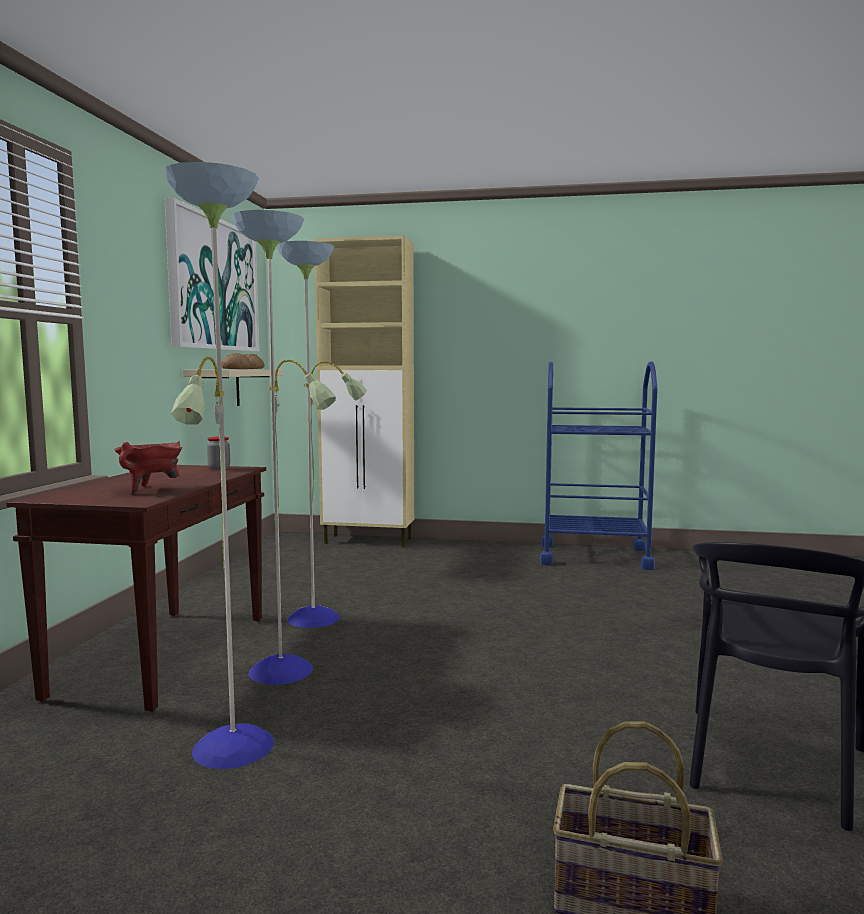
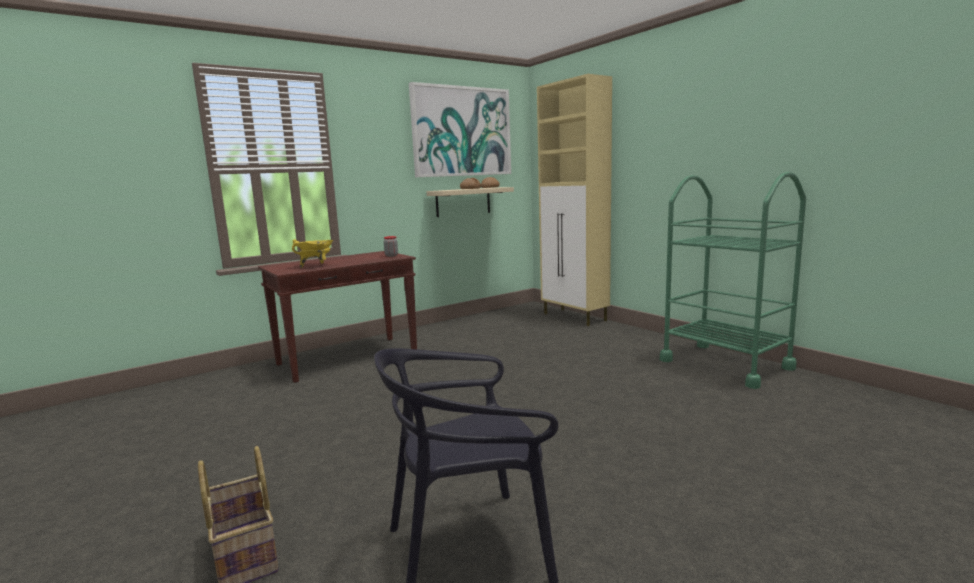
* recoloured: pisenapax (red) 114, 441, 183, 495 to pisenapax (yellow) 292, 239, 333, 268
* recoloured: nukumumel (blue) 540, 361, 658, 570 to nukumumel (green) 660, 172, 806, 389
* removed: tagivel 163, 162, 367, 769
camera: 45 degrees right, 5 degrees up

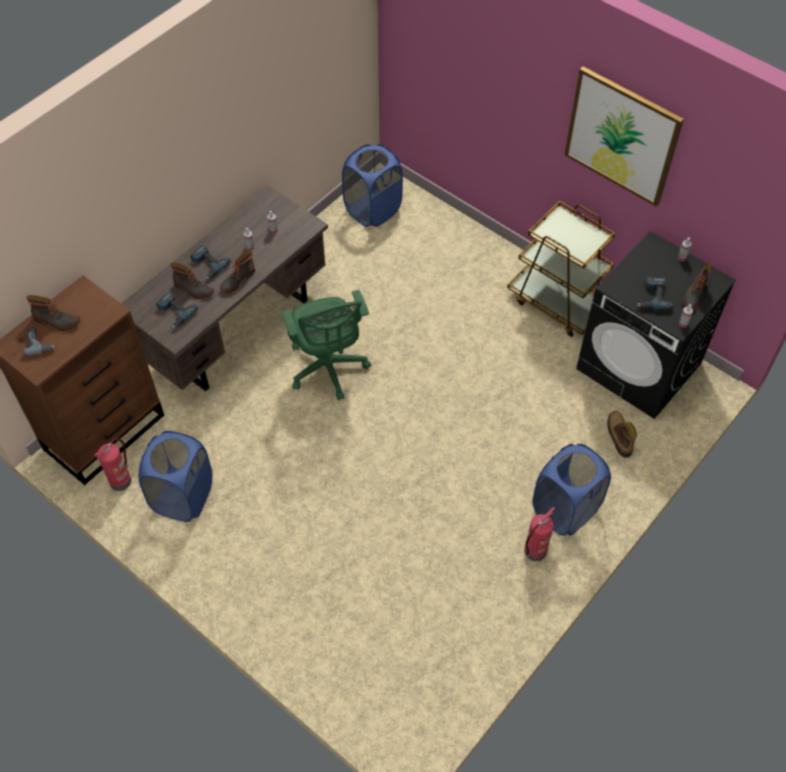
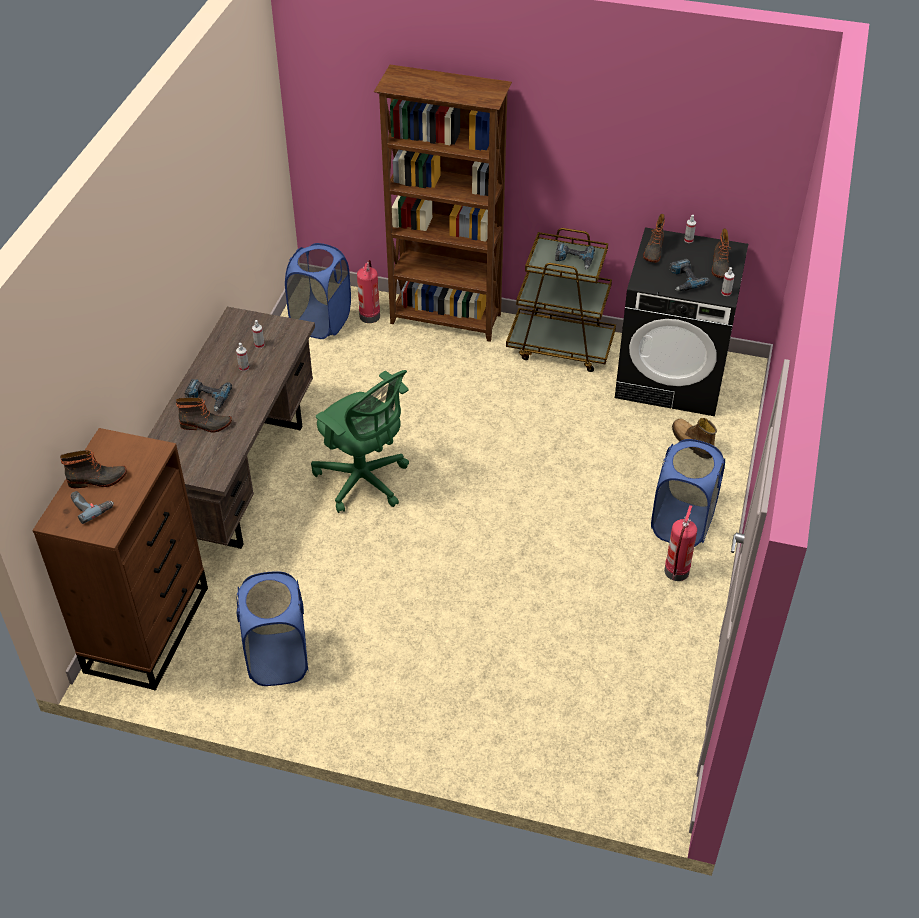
* moved: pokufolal 95, 438, 131, 491 to 357, 260, 380, 323
* added: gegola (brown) 374, 65, 512, 342
* moved: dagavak 156, 292, 198, 329 to 555, 243, 595, 270
* moved: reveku 220, 250, 255, 293 to 643, 214, 665, 263
* removed: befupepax 565, 67, 684, 207
camera: 25 degrees left, 10 degrees down

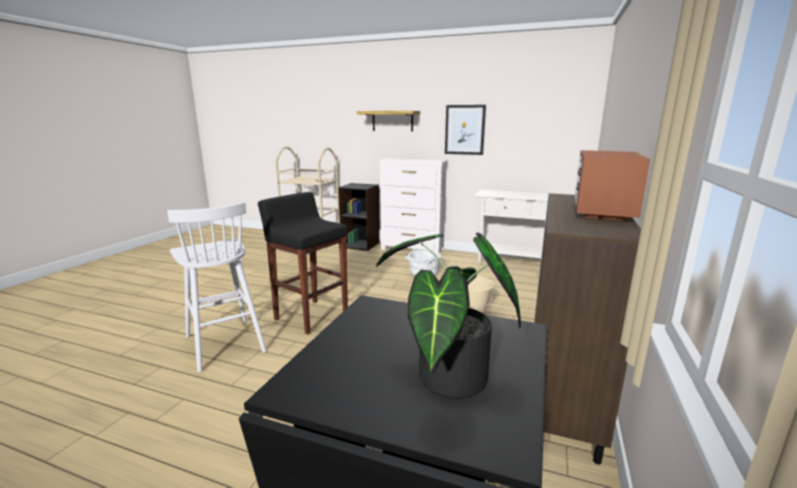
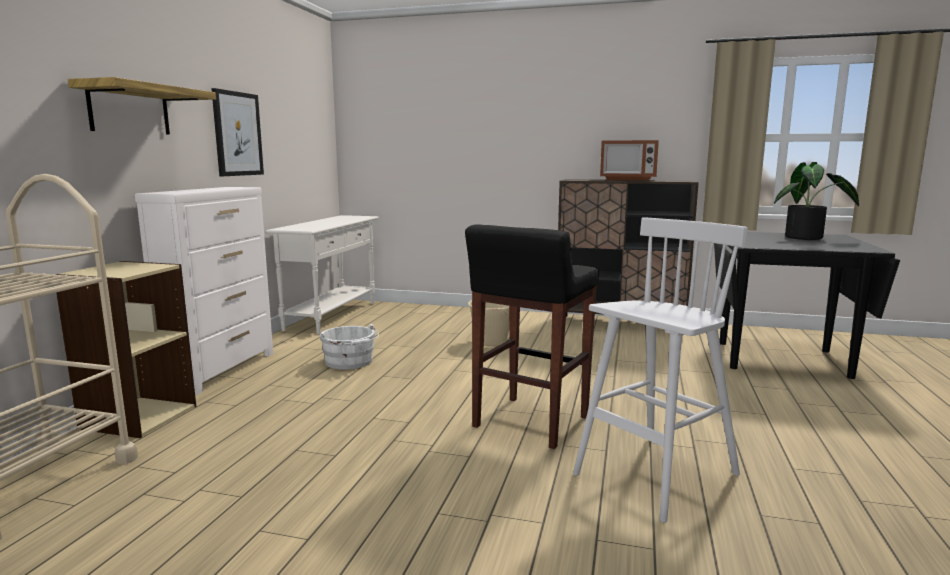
* recoloured: gegola (black) 338, 183, 380, 251 to gegola (beige) 56, 261, 196, 438
camera: 95 degrees left, 5 degrees down

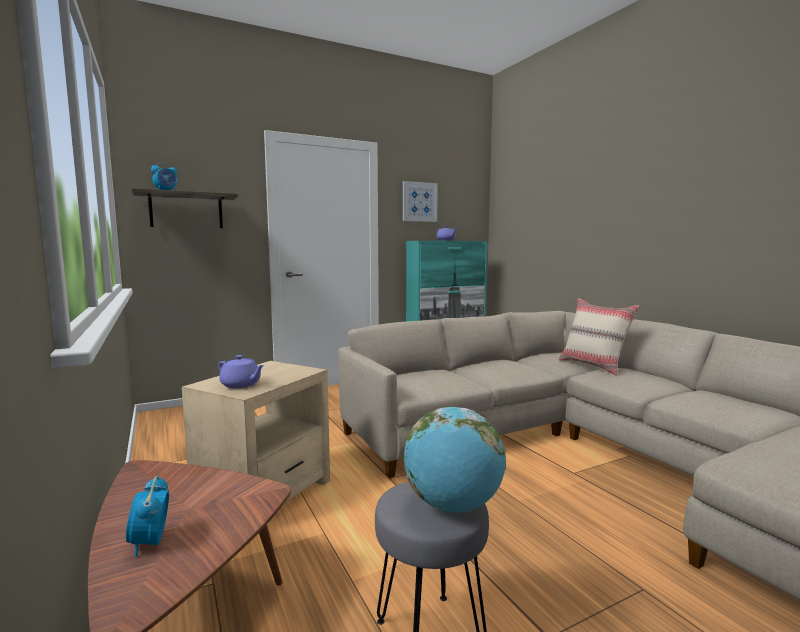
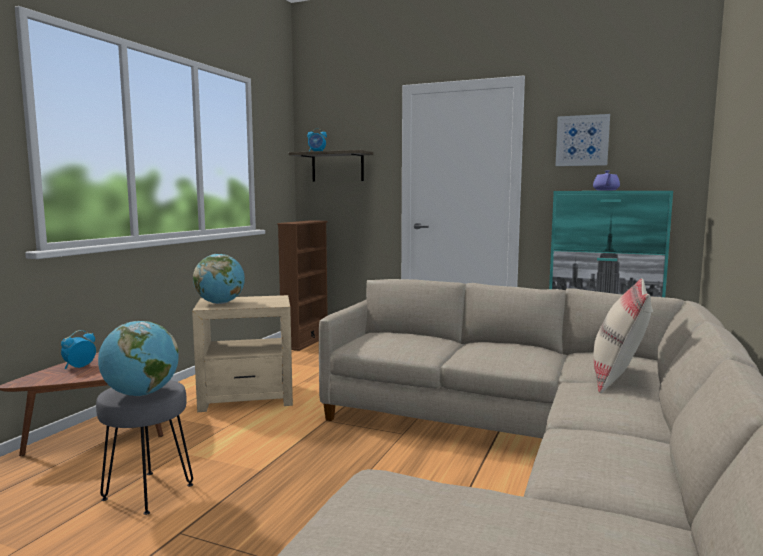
* replaced: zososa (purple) 218, 355, 265, 388 to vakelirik 193, 254, 245, 304
* added: gegola (brown) 277, 220, 328, 351
camera: 50 degrees right, 0 degrees up

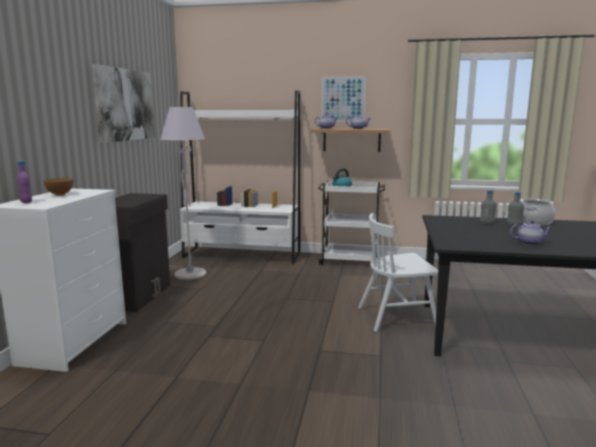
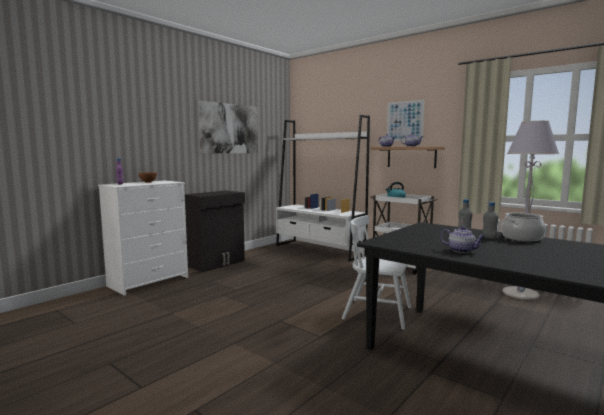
* moved: tagivel (grey) 160, 107, 206, 280 to 502, 121, 559, 300
camera: 30 degrees right, 5 degrees down

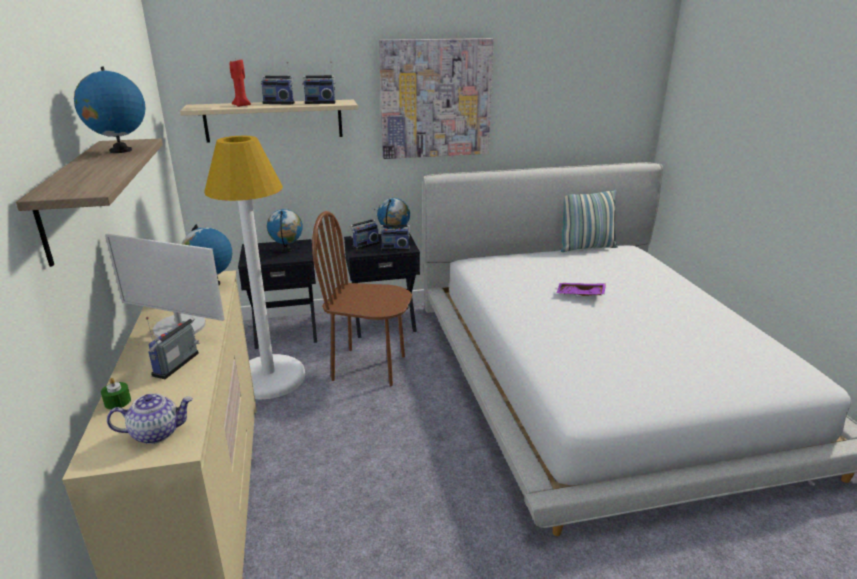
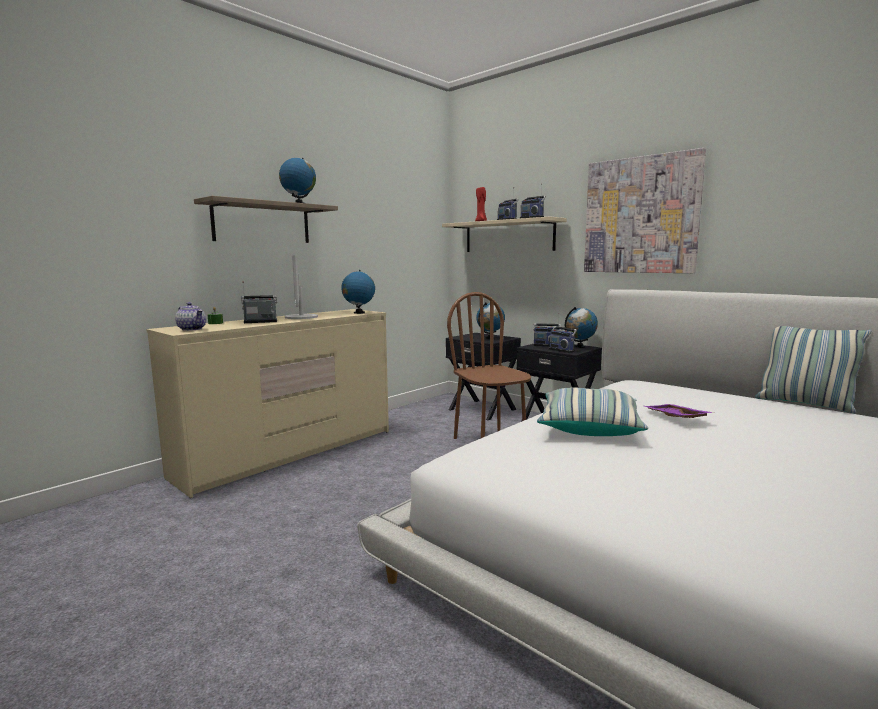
* added: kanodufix 537, 387, 648, 436
* removed: tagivel (white) 204, 136, 305, 400
camera: 55 degrees right, 15 degrees down

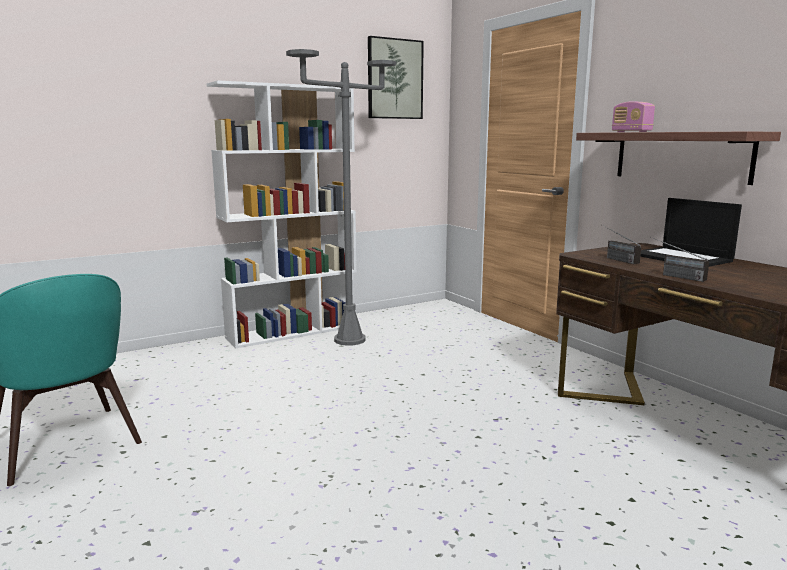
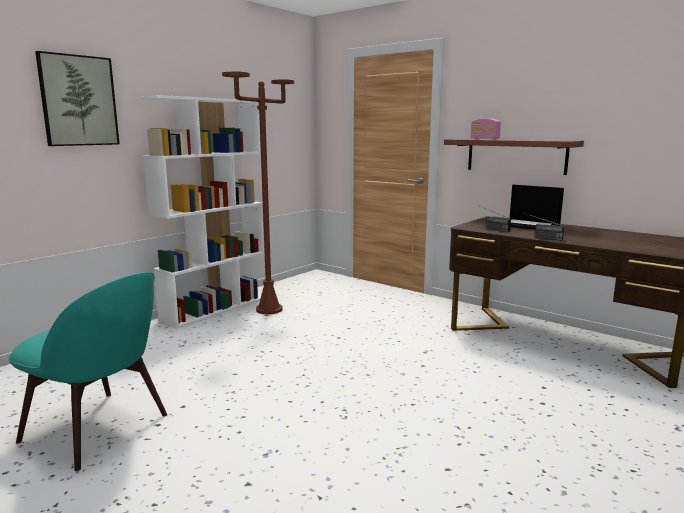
* moved: befupepax 368, 36, 424, 119 to 35, 51, 120, 146
* recoloured: tagivel (grey) 286, 49, 396, 346 to tagivel (brown) 222, 72, 294, 314
camera: 20 degrees left, 0 degrees up

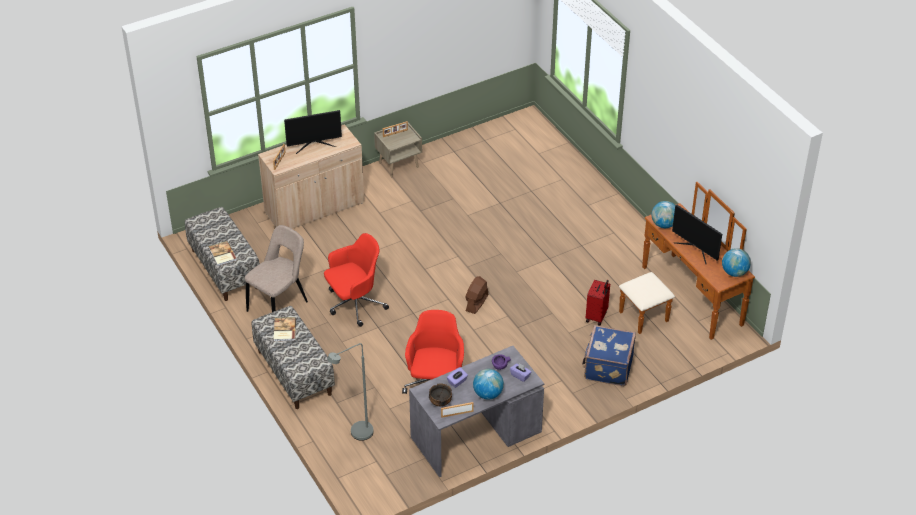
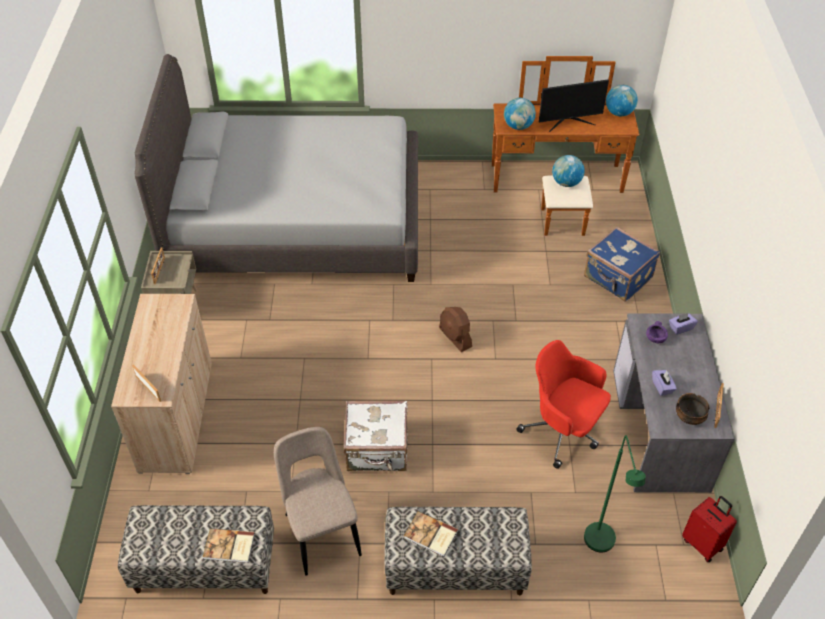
* added: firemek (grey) 135, 54, 418, 282
* replaced: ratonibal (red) 324, 233, 389, 327 to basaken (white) 343, 401, 407, 471
* moved: vakelirik 473, 369, 504, 399 to 552, 155, 585, 187
* recoloured: tagivel (grey) 327, 343, 374, 441 to tagivel (green) 584, 435, 646, 553
* moved: basaken (red) 586, 280, 610, 326 to 682, 496, 737, 562
* removed: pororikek 284, 110, 342, 154
camera: 60 degrees left, 5 degrees up

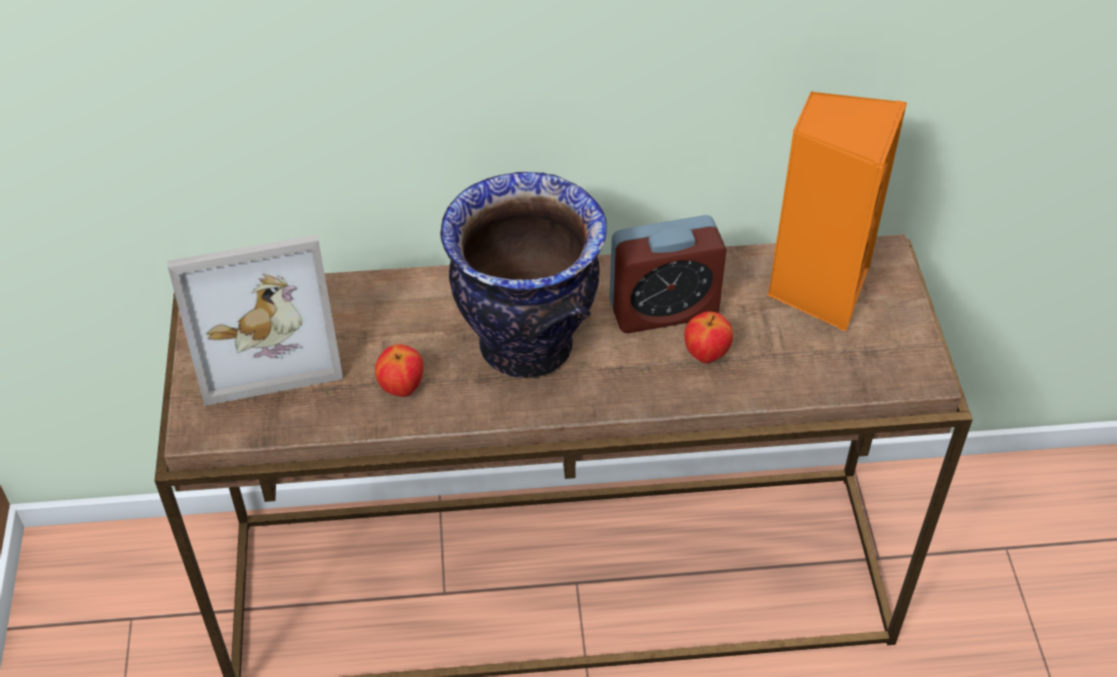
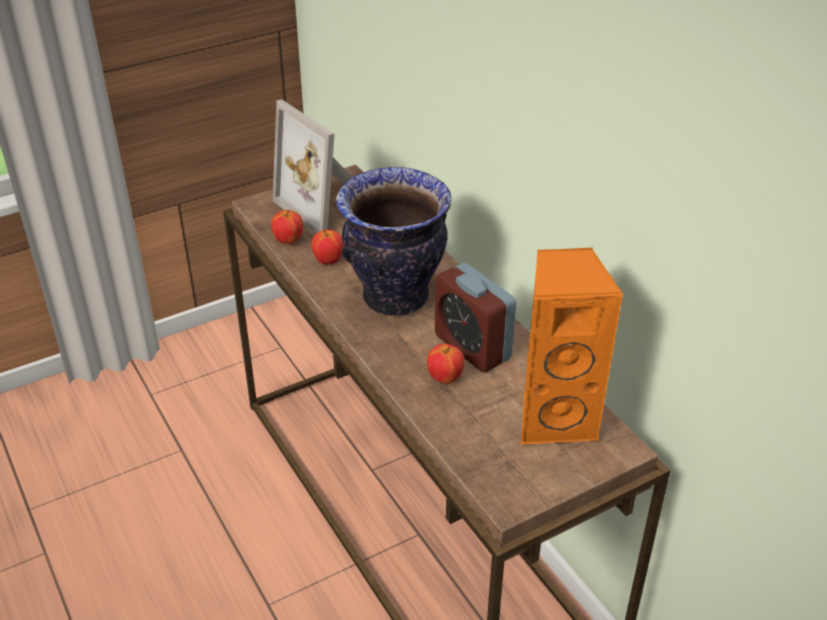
* added: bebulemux 271, 210, 303, 245
camera: 65 degrees right, 10 degrees down

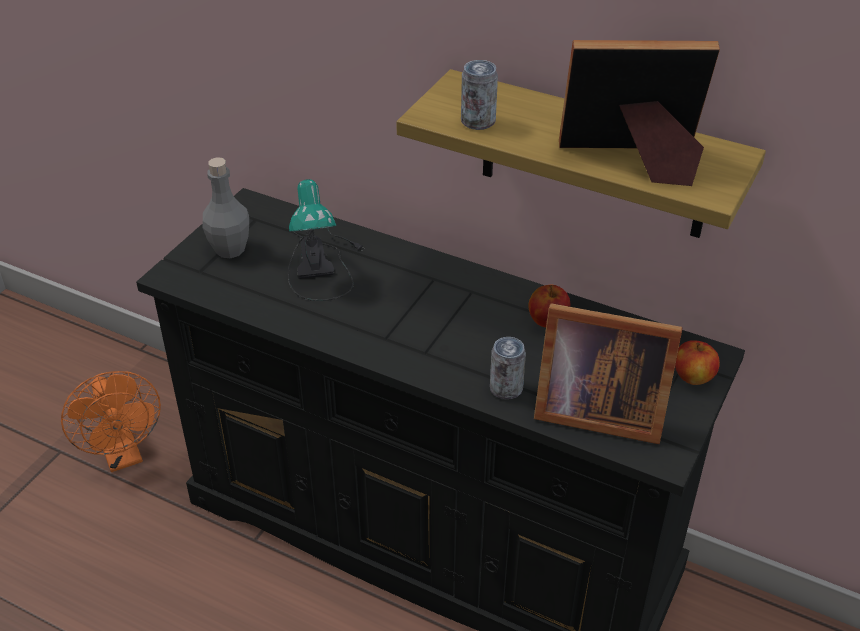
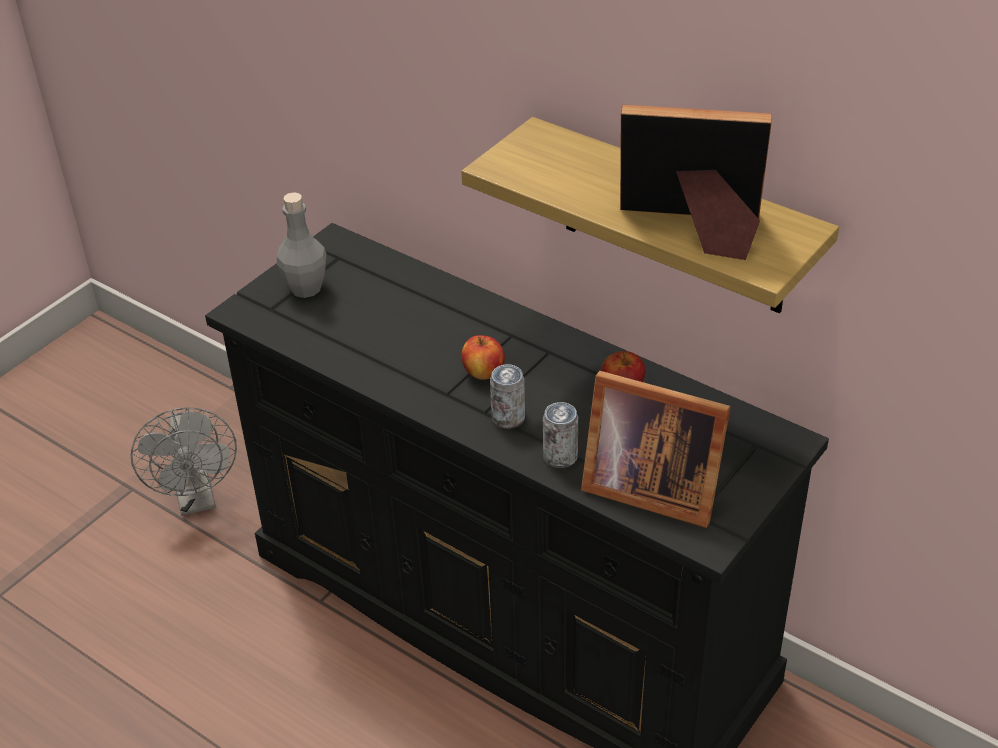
* recoloured: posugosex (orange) 61, 371, 161, 472 to posugosex (grey) 131, 408, 237, 516
* moved: bebulemux 675, 340, 720, 385 to 461, 335, 505, 380
* moved: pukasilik 461, 60, 498, 130 to 490, 364, 525, 428
* removed: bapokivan 287, 179, 365, 301
camera: 10 degrees right, 0 degrees up

